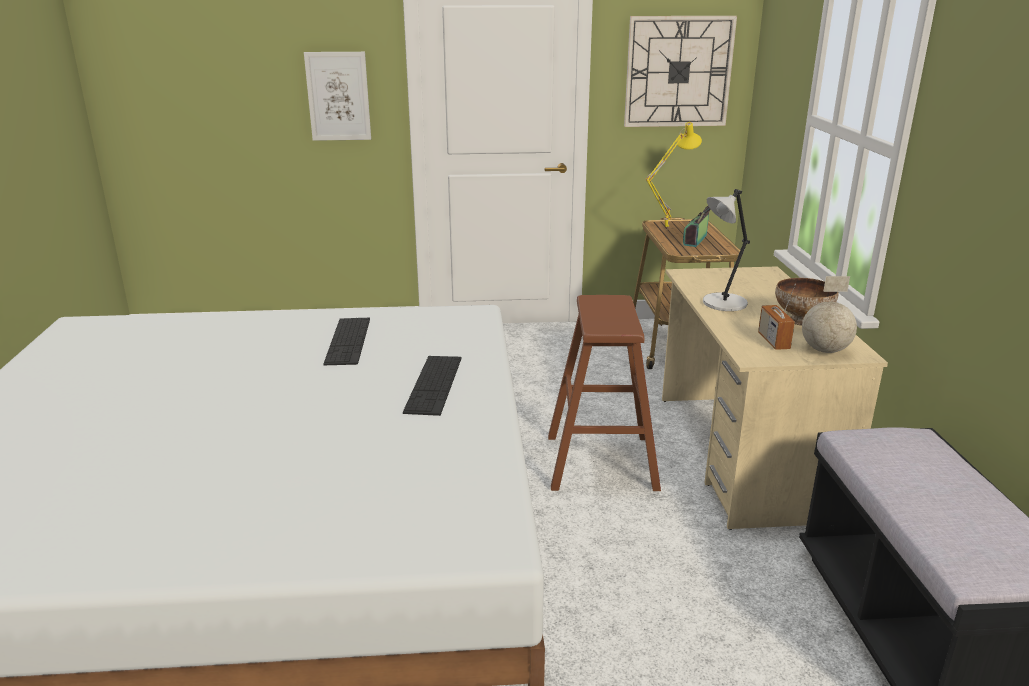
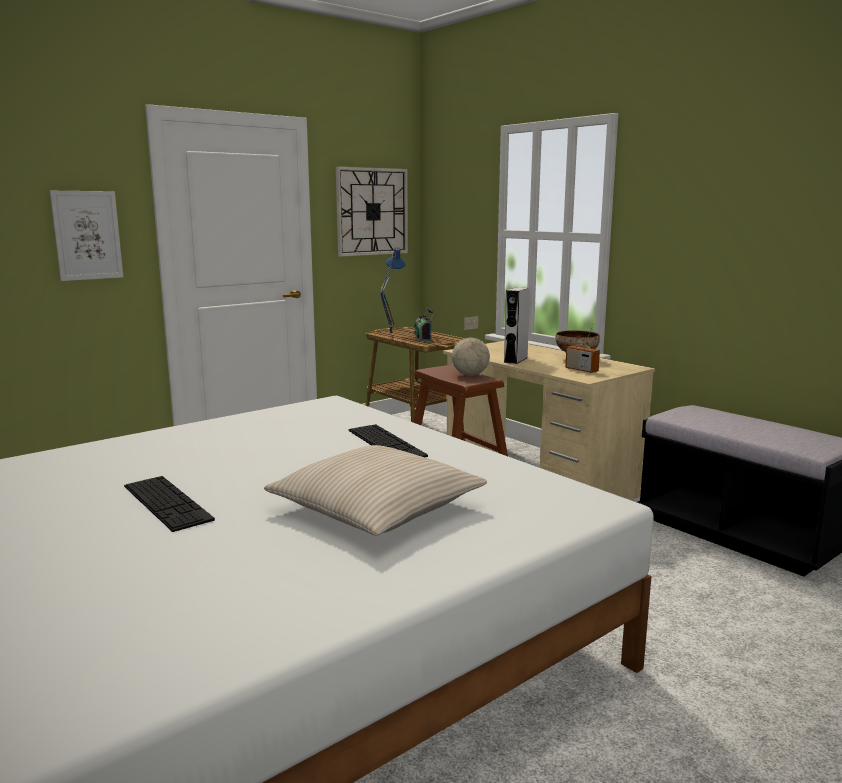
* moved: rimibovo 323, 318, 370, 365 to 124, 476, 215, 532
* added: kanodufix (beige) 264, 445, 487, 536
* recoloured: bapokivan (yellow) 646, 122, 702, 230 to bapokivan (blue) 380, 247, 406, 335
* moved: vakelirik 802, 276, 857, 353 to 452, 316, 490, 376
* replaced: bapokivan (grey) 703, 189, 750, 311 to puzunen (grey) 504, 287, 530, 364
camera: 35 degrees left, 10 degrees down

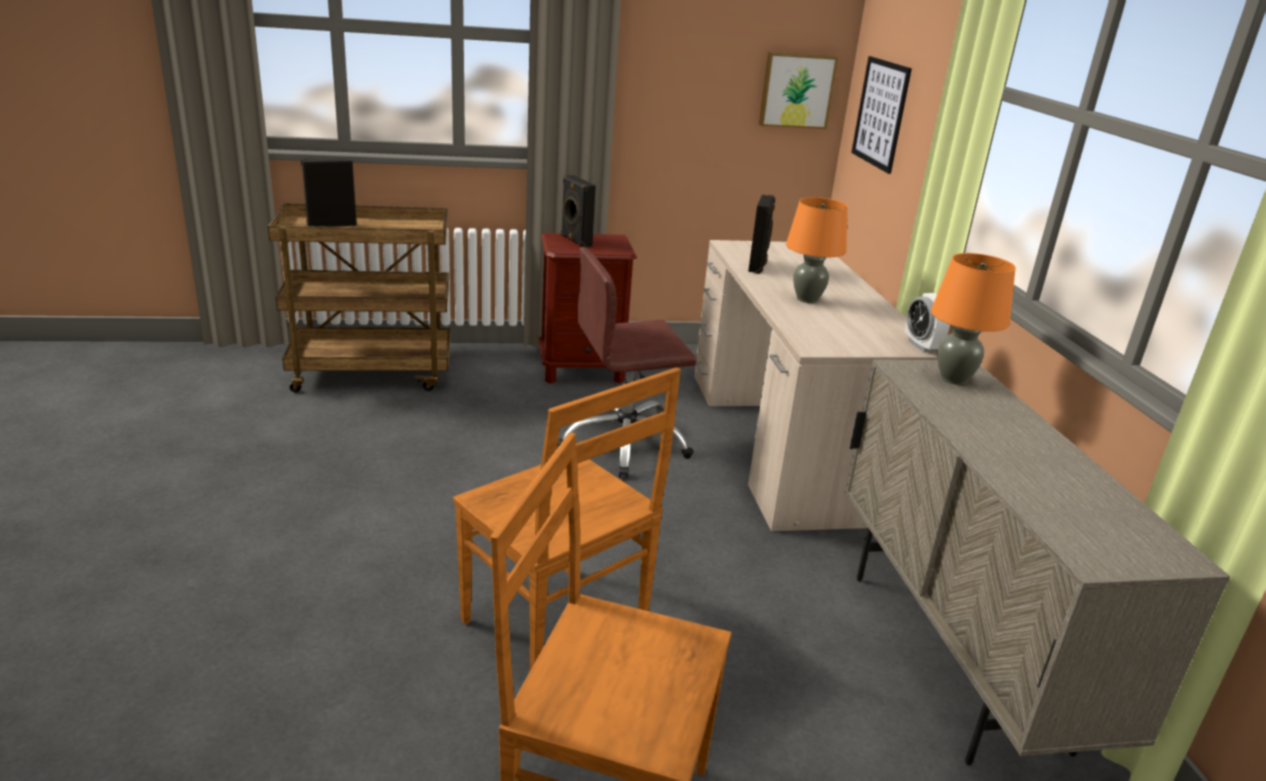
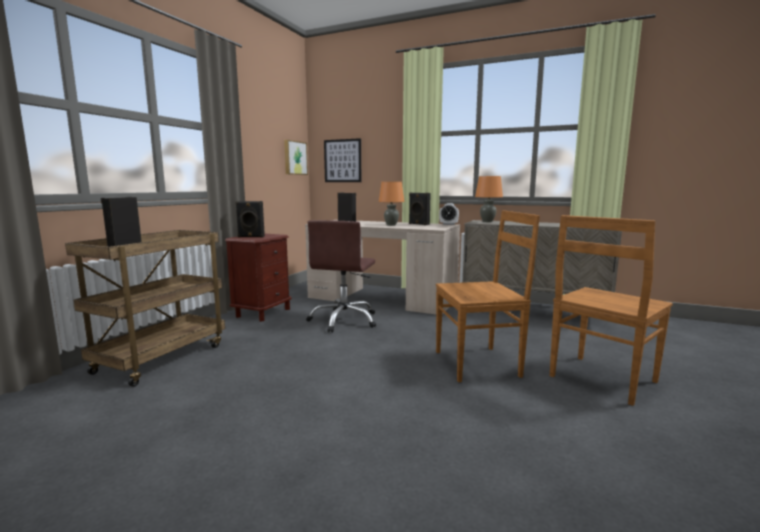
* added: puzunen (black) 409, 193, 431, 225
camera: 55 degrees left, 15 degrees down

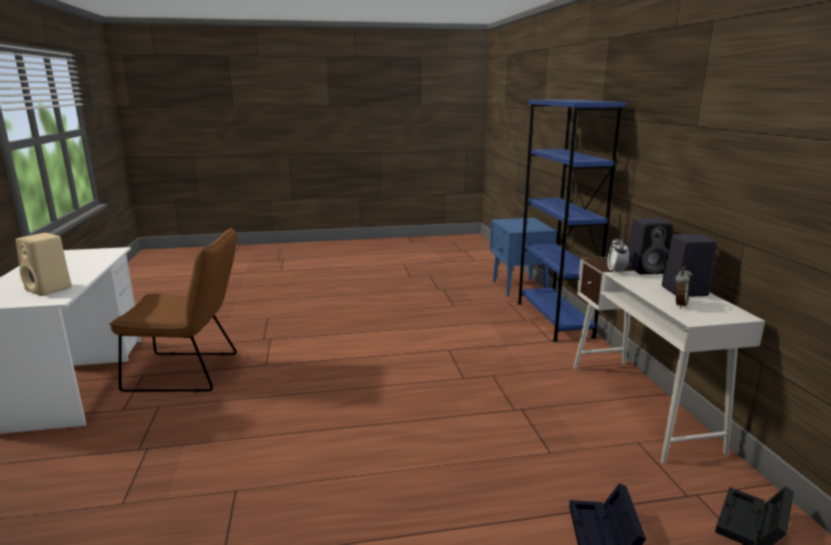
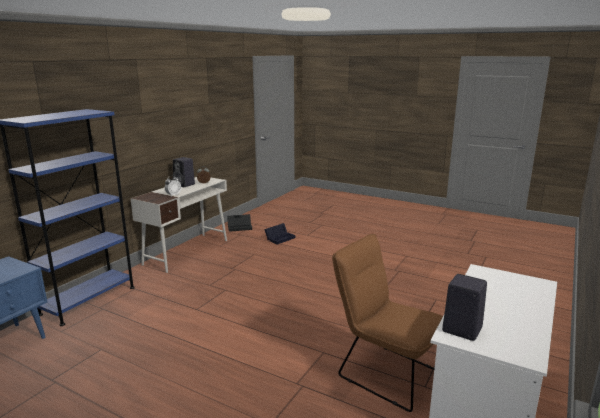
* moved: puzunen (black) 628, 218, 673, 274 to 442, 274, 487, 341
* removed: puzunen (beige) 16, 233, 72, 296
camera: 140 degrees left, 0 degrees up

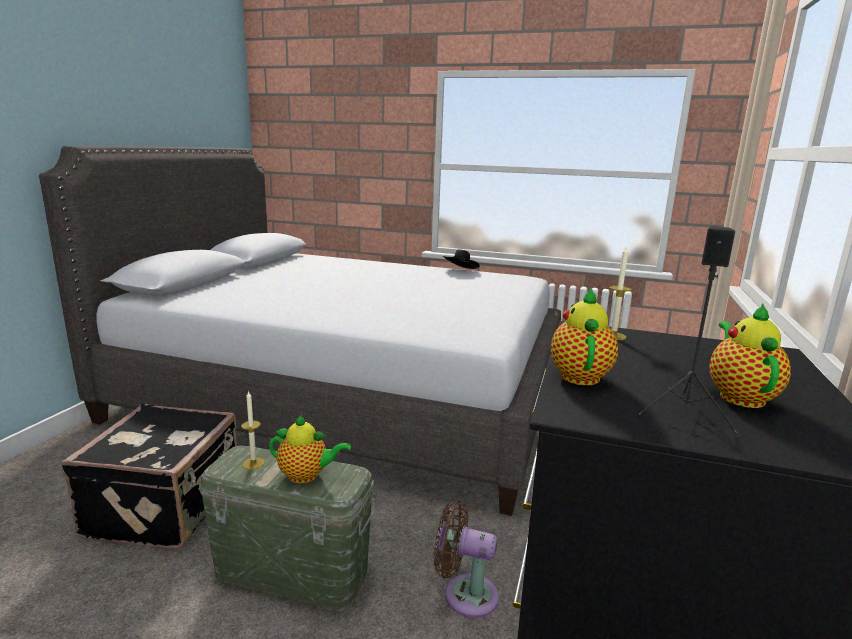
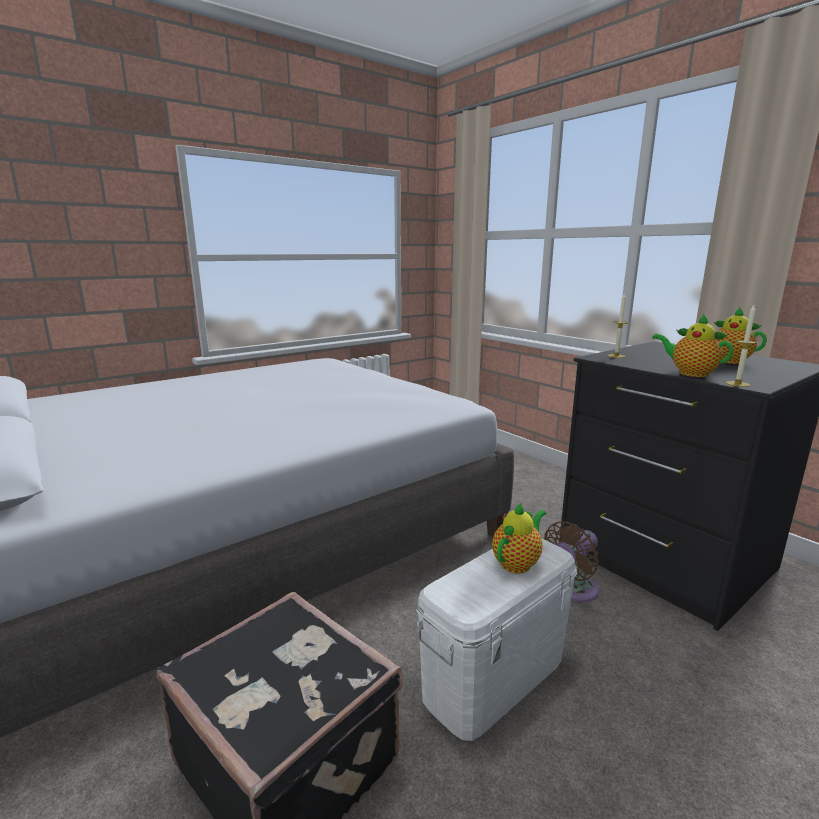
* recoloured: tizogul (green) 199, 446, 377, 612 to tizogul (white) 416, 538, 577, 741
* moved: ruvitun 241, 390, 265, 470 to 726, 305, 757, 387
* removed: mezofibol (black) 443, 249, 480, 269
* removed: puzunen (black) 638, 226, 738, 434
camera: 55 degrees left, 0 degrees up

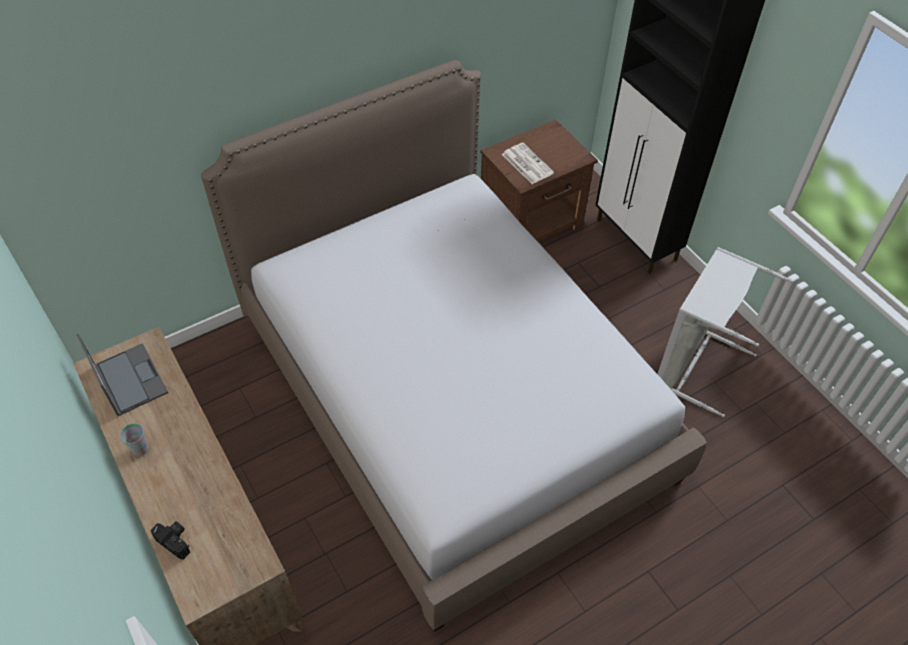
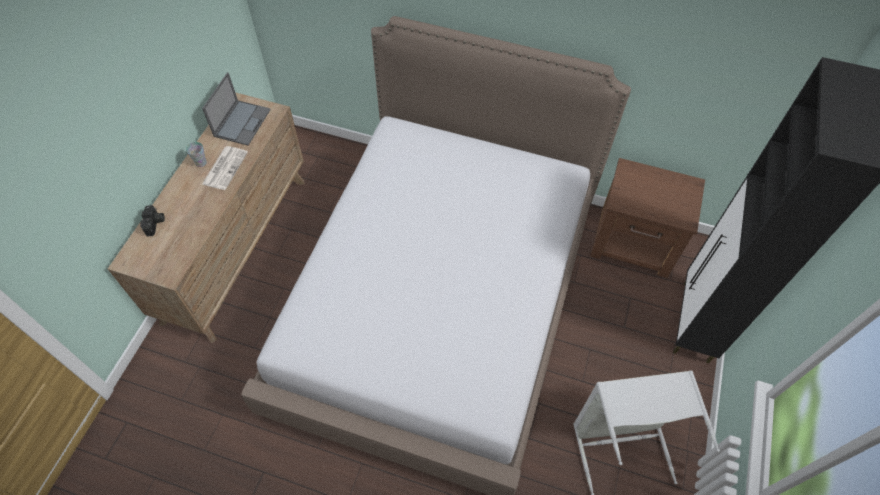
* moved: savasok 502, 143, 554, 184 to 202, 146, 248, 190
camera: 50 degrees right, 5 degrees up

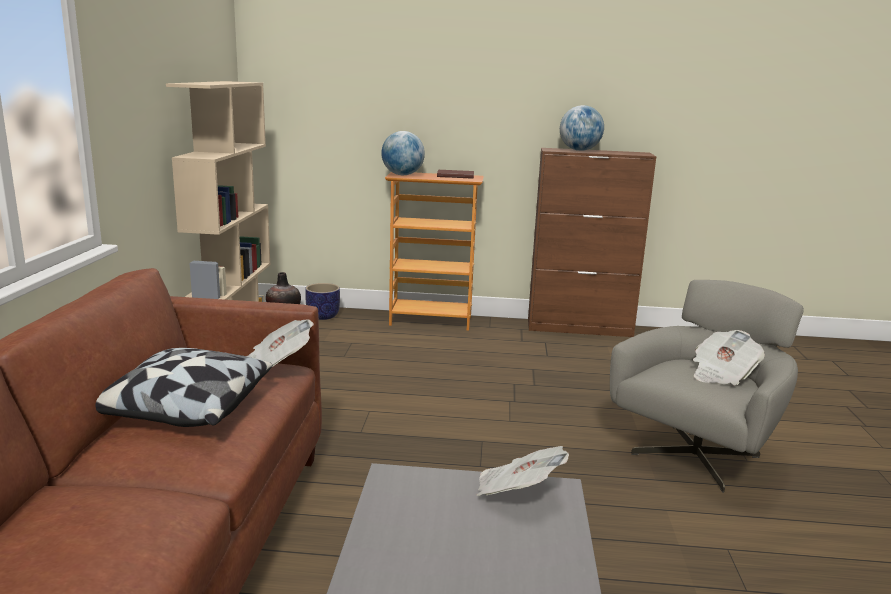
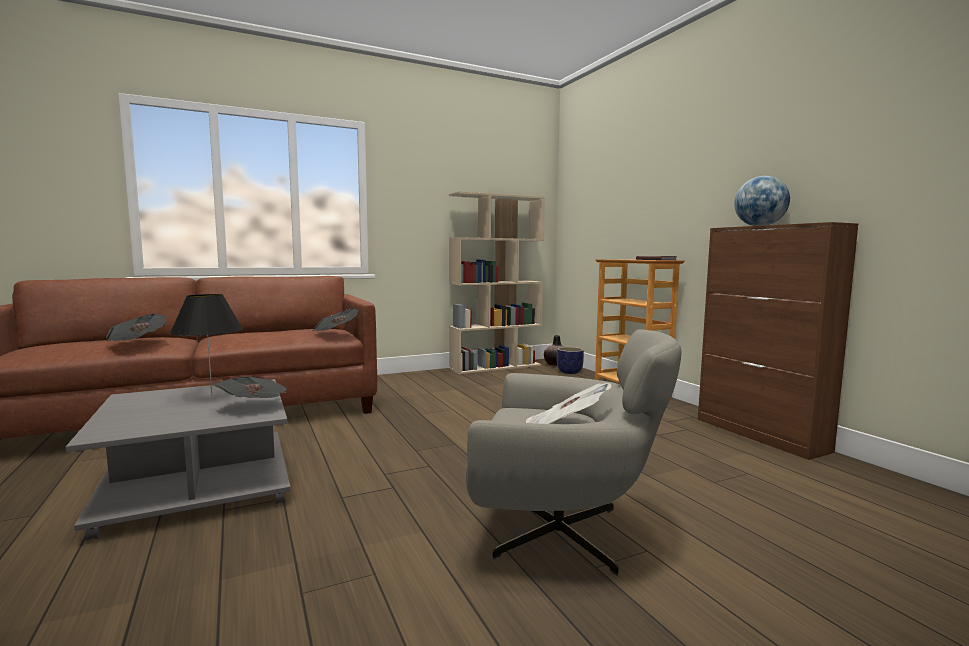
* added: savasok 105, 313, 167, 341
* added: bapokivan (black) 170, 294, 243, 396
* removed: kanodufix 95, 348, 272, 427
* removed: vakelirik 381, 131, 425, 175
camera: 60 degrees right, 10 degrees down

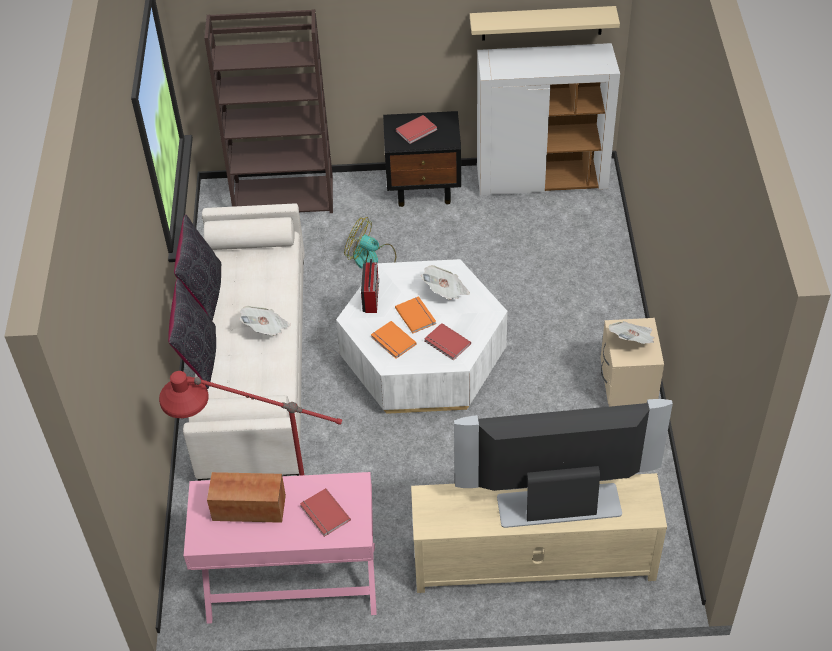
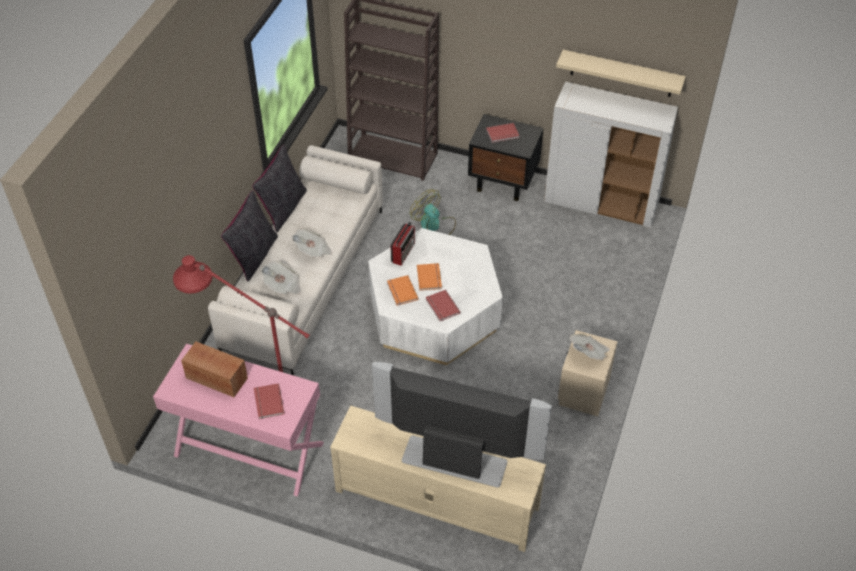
* moved: savasok 421, 265, 470, 300 to 261, 261, 301, 295
camera: 20 degrees right, 0 degrees up

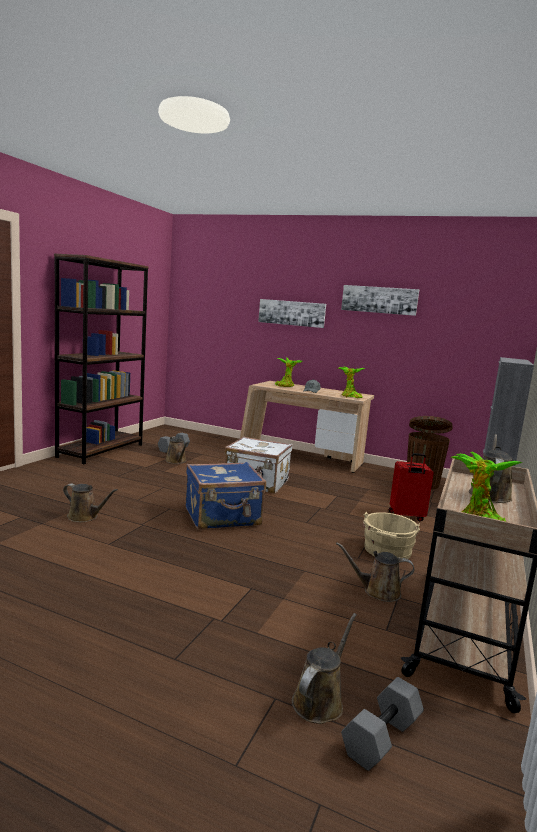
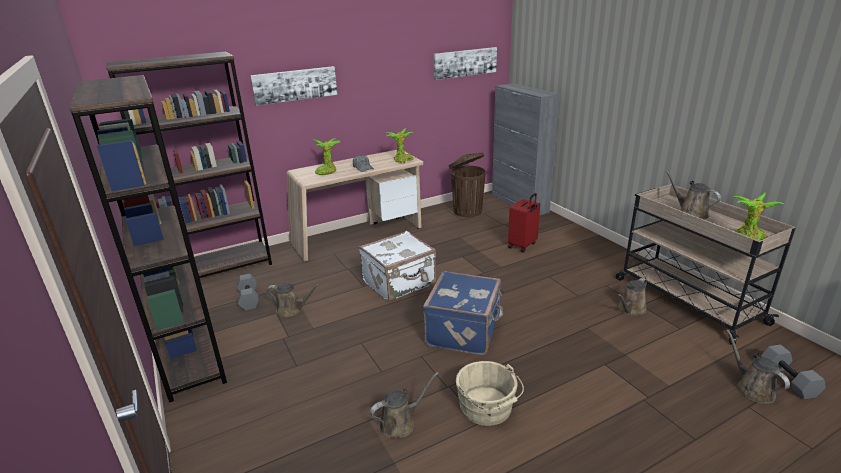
* added: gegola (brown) 106, 52, 272, 278
* moved: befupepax 341, 285, 419, 316 to 434, 47, 497, 80
* moved: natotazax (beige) 363, 512, 420, 559 to 456, 361, 524, 426
camera: 50 degrees left, 15 degrees up

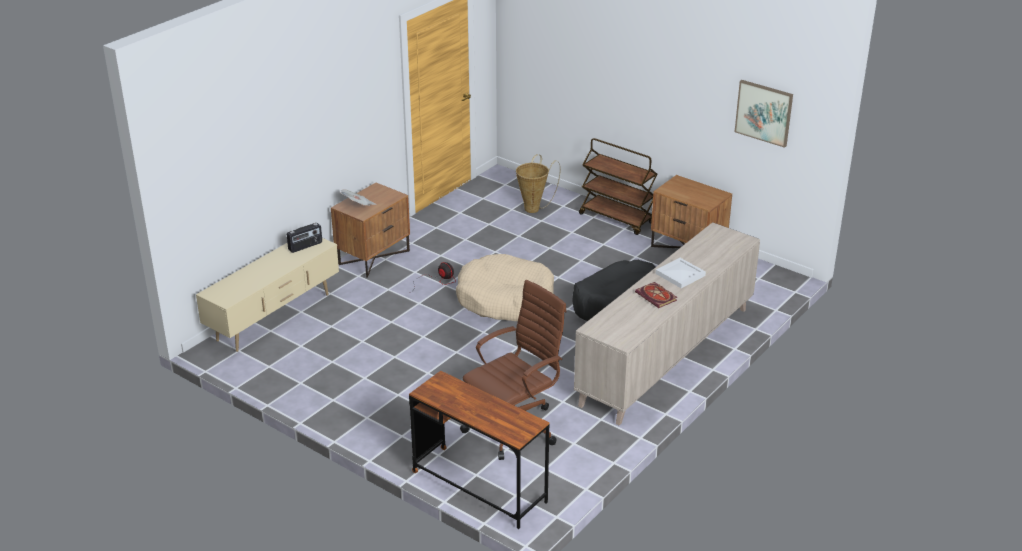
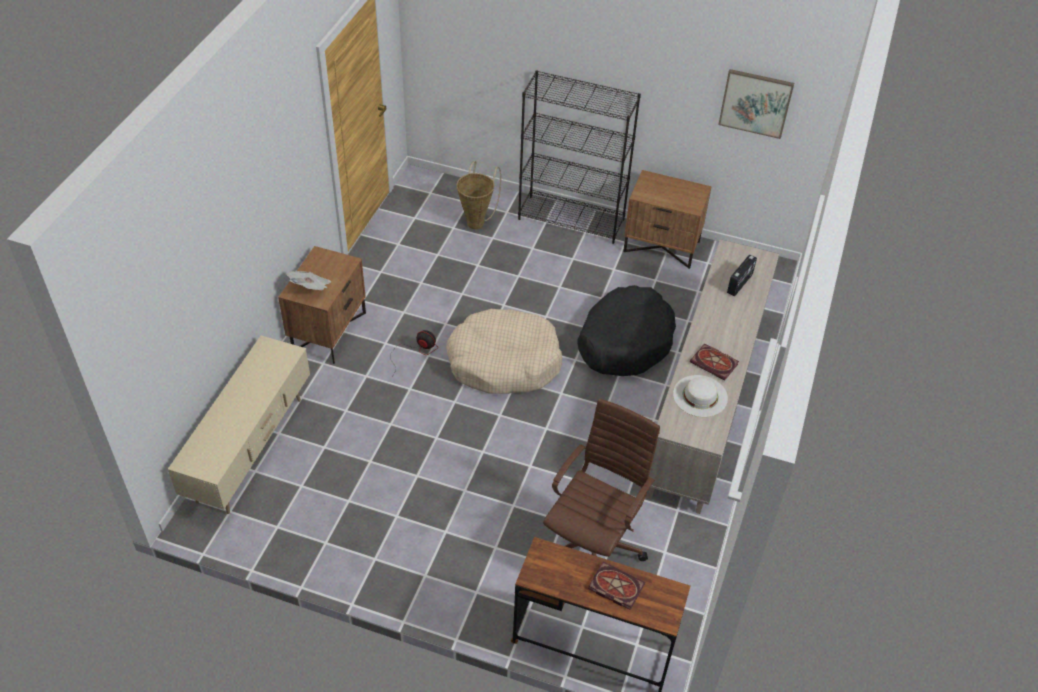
* replaced: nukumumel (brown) 579, 138, 657, 235 to gegola (black) 518, 70, 641, 244
* added: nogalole 588, 562, 645, 610
* added: mezofibol (white) 673, 375, 728, 417
* moved: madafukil 287, 223, 322, 253 to 727, 254, 757, 296
* removed: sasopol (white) 656, 258, 706, 288
camera: 20 degrees left, 15 degrees up

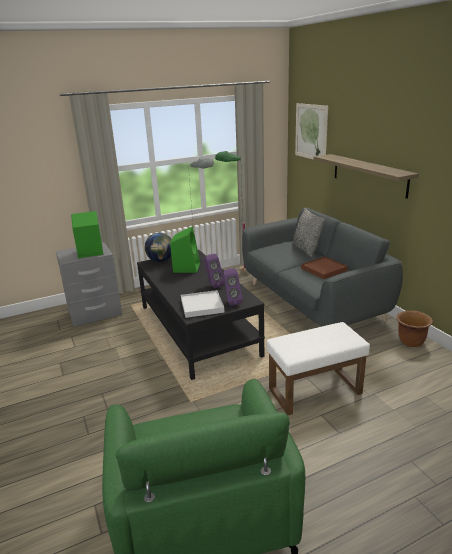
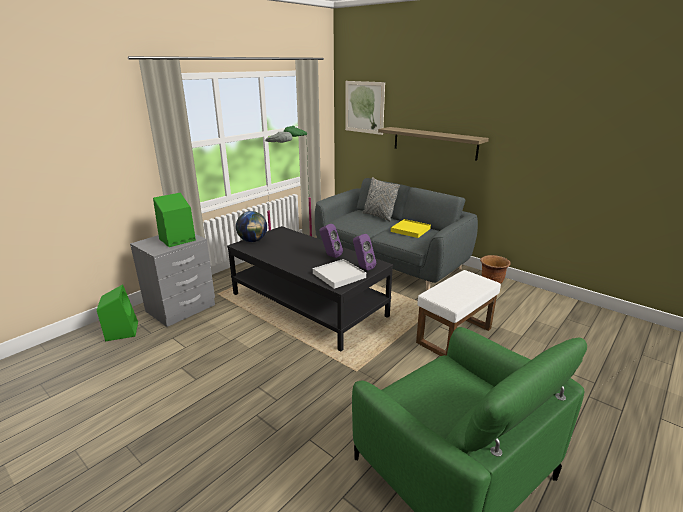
* moved: puzunen (green) 170, 226, 200, 273 to 97, 284, 138, 342
* recoloured: sasopol (brown) 301, 257, 348, 279 to sasopol (yellow) 391, 219, 431, 238
camera: 25 degrees left, 0 degrees up

